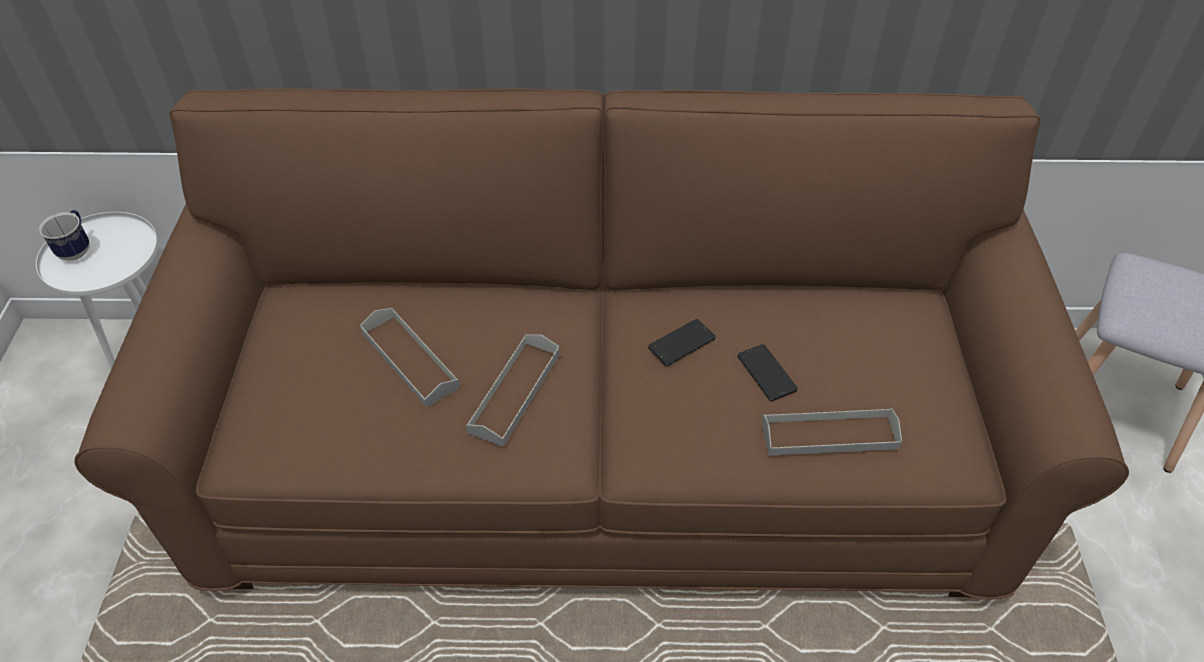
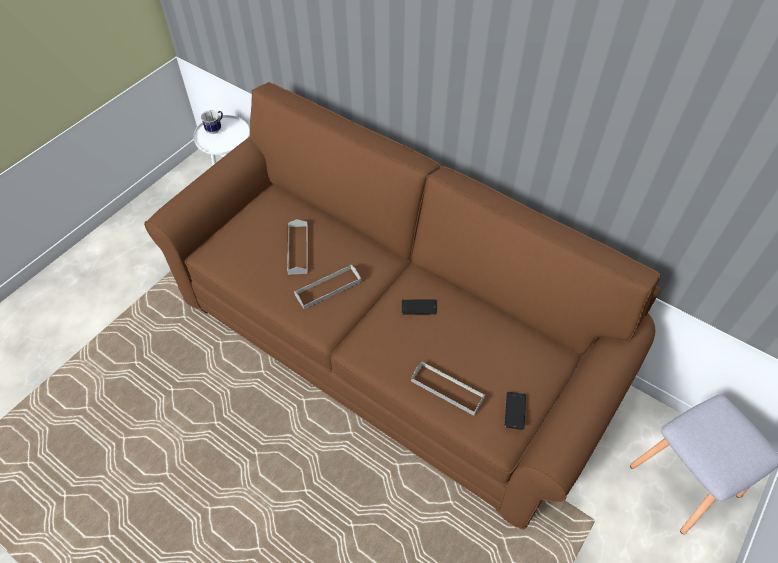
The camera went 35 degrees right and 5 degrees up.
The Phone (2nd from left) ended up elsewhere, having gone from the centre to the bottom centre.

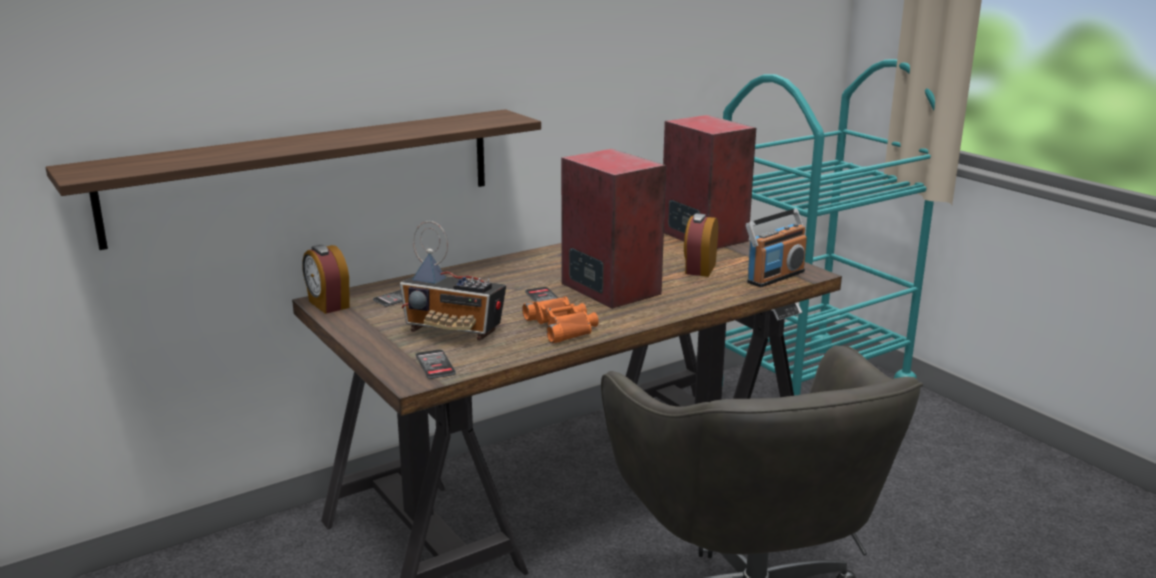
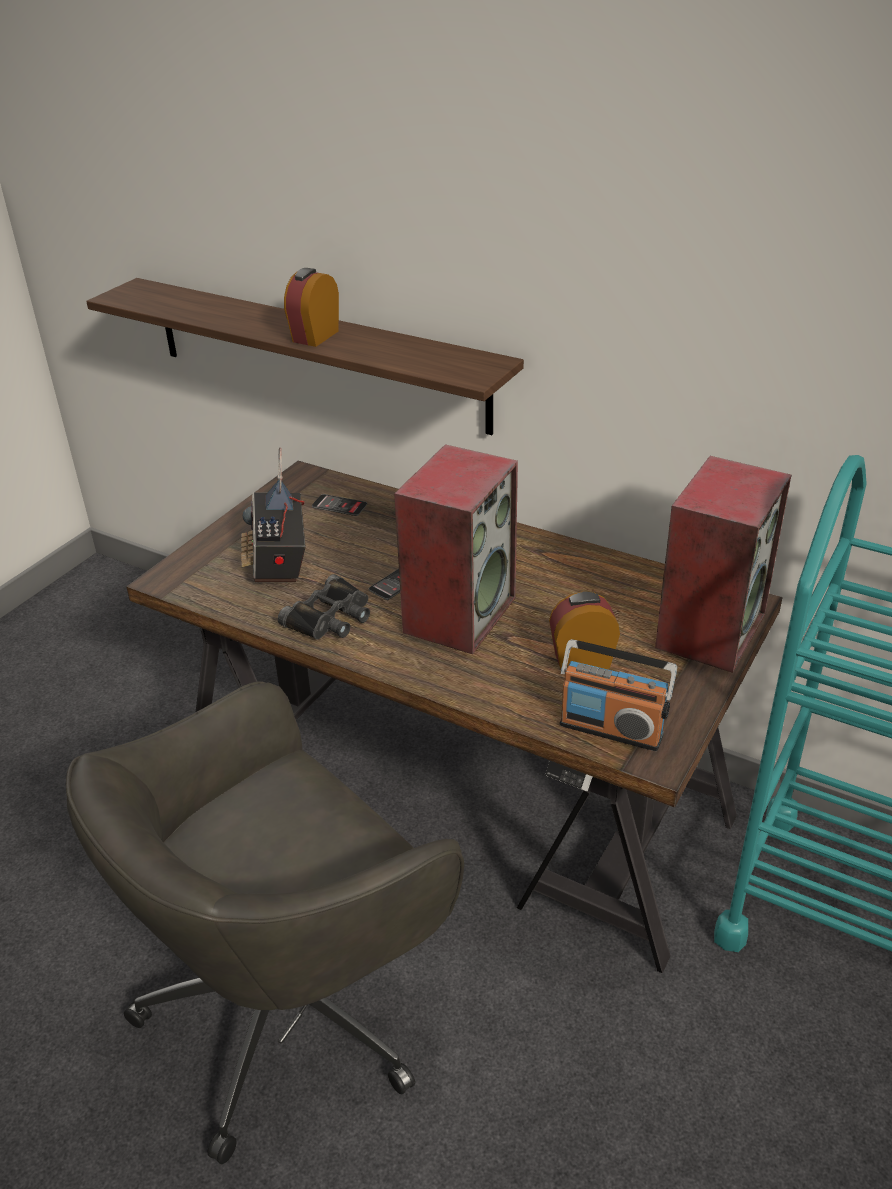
The camera went 65 degrees right and 15 degrees up.
What was the OrangeColouredBinoculars at the centre turned into the BlackBinoculars at the centre.
The BedsideClock (1st from left) ended up elsewhere, having gone from the middle left to the top centre.
The second view lost the Phone (2nd from left) at the centre.

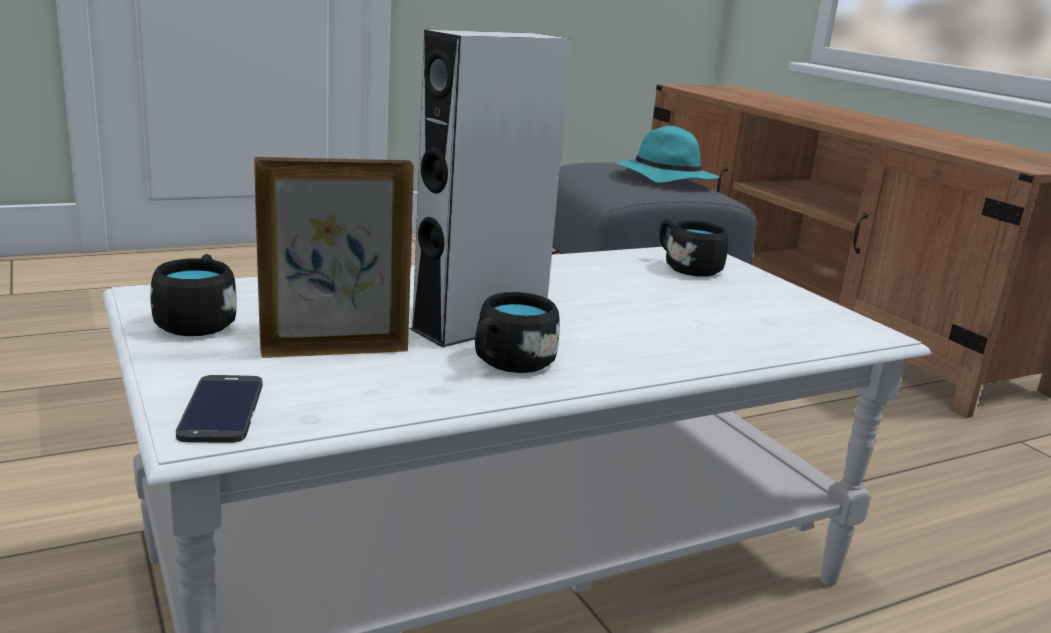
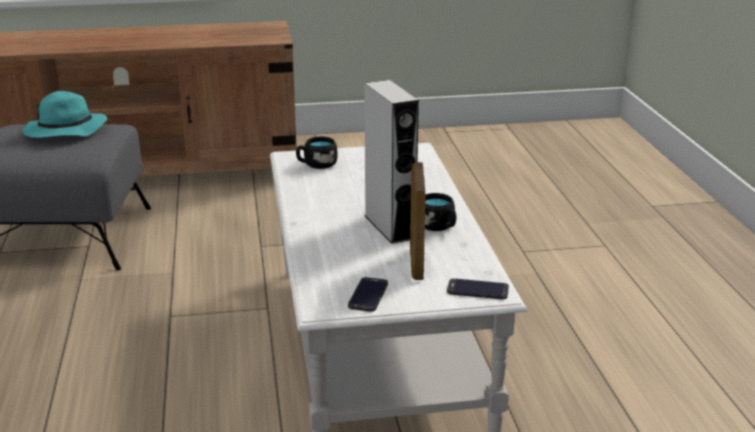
The camera went 70 degrees left and 5 degrees up.
Where the BlackMug (1st from left) stood at the middle left, the Phone (1st from left) came to stand at the bottom centre.

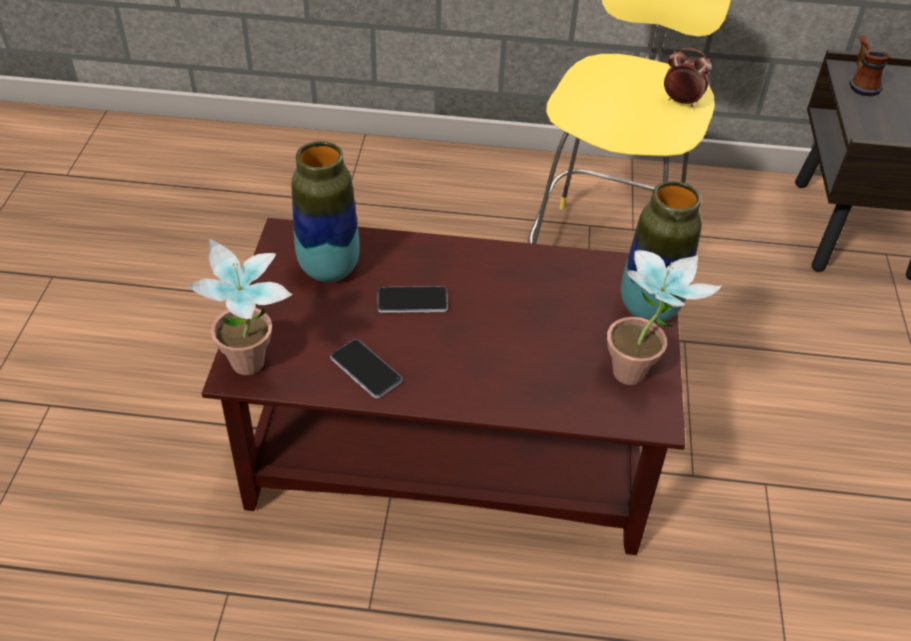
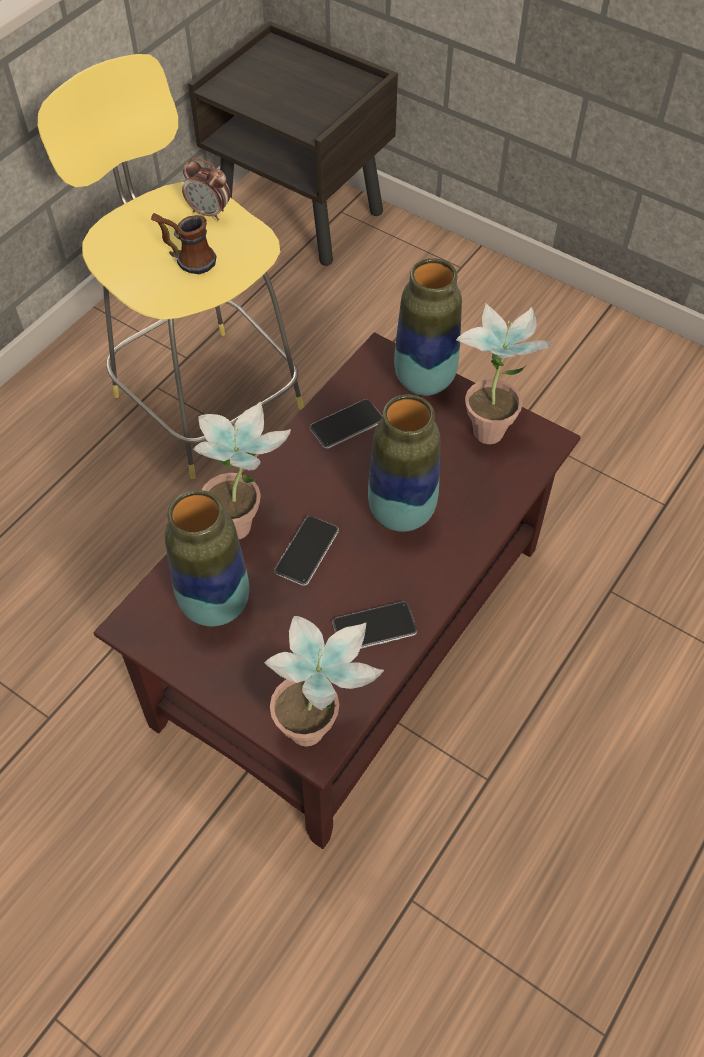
The camera went 60 degrees left and 10 degrees up.
The Mug ended up elsewhere, having gone from the top right to the top left.
The BedsideClock at the top right ended up facing another way, 120 degrees counterclockwise from before.
The second view gained the Houseplant (1st from left) at the centre.
The second view gained the Phone (2nd from left) at the centre.
The second view gained the Vase (2nd from left) at the centre.

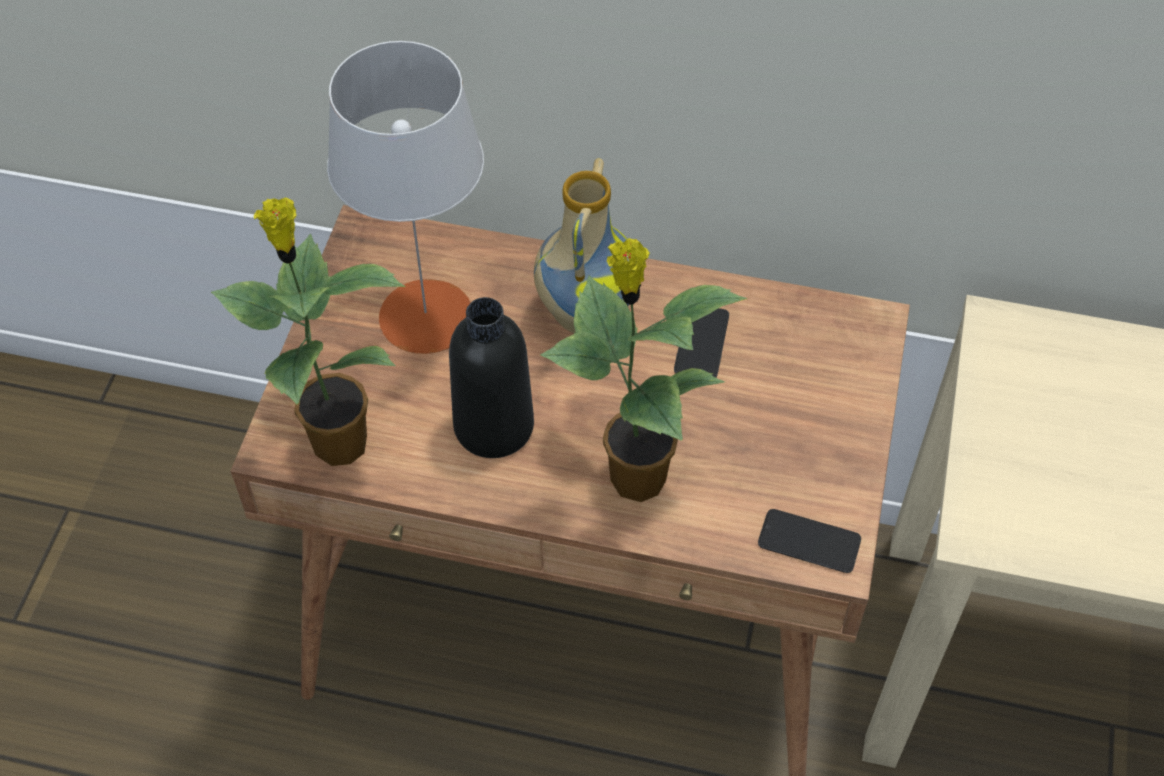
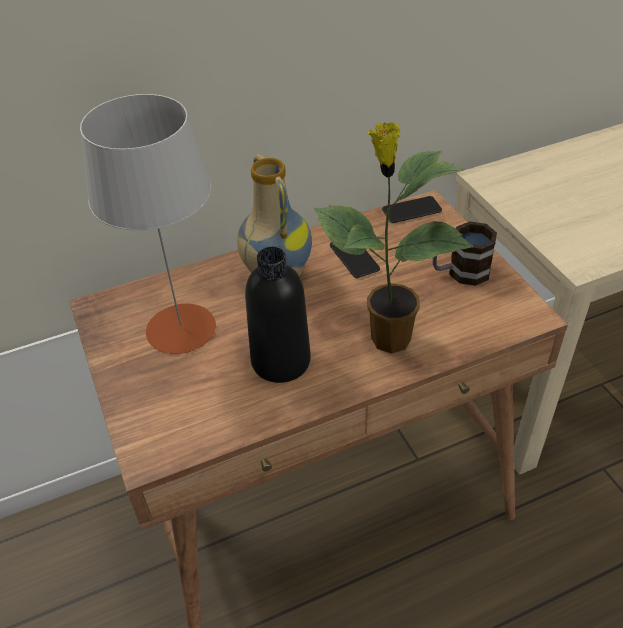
The camera went 35 degrees left and 10 degrees down.
The Phone (2nd from left) ended up elsewhere, having gone from the bottom right to the top centre.
The second view gained the Mug at the middle right.
The second view lost the Houseplant (1st from left) at the middle left.

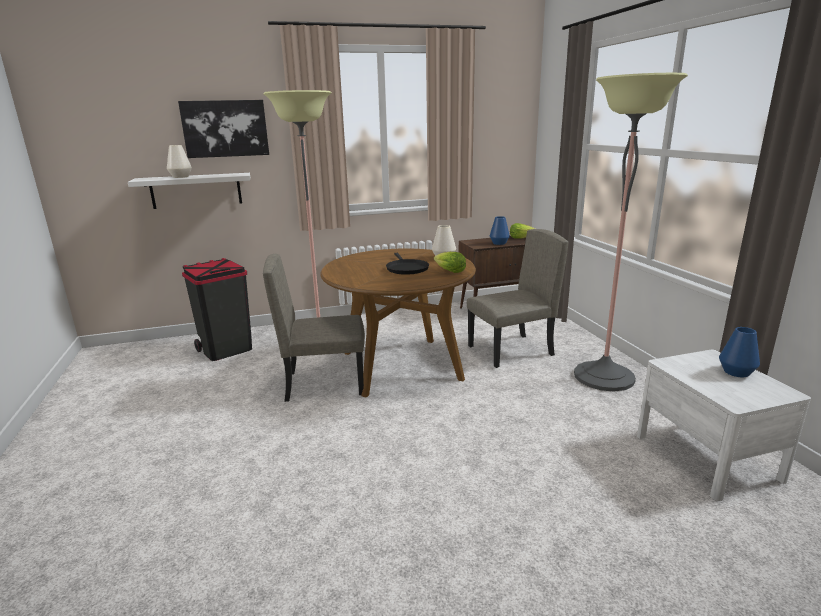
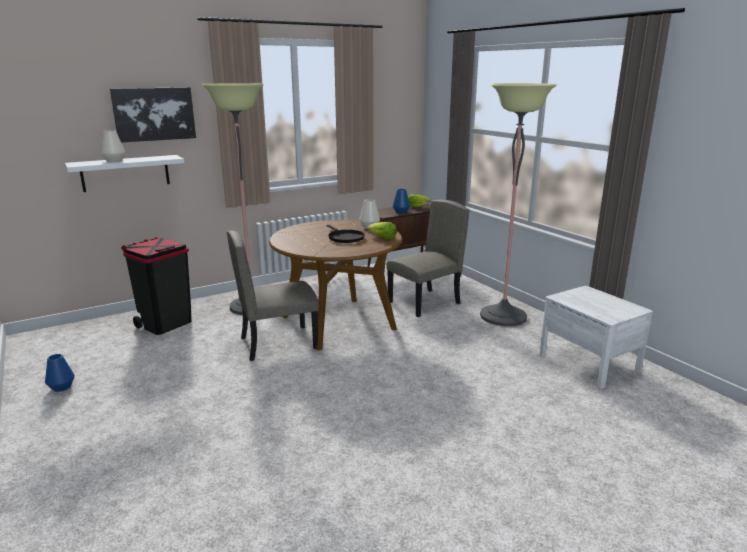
The camera went 15 degrees left and 0 degrees up.
The BluishVase (2nd from left in the first image) ended up elsewhere, having gone from the middle right to the bottom left.

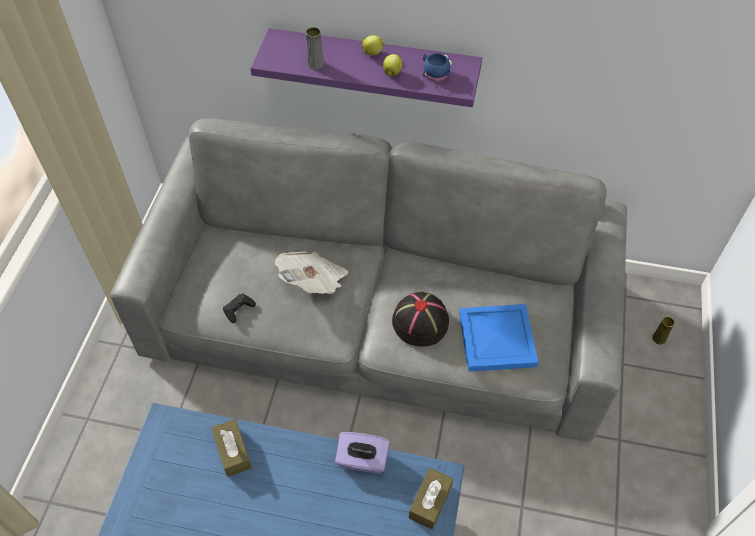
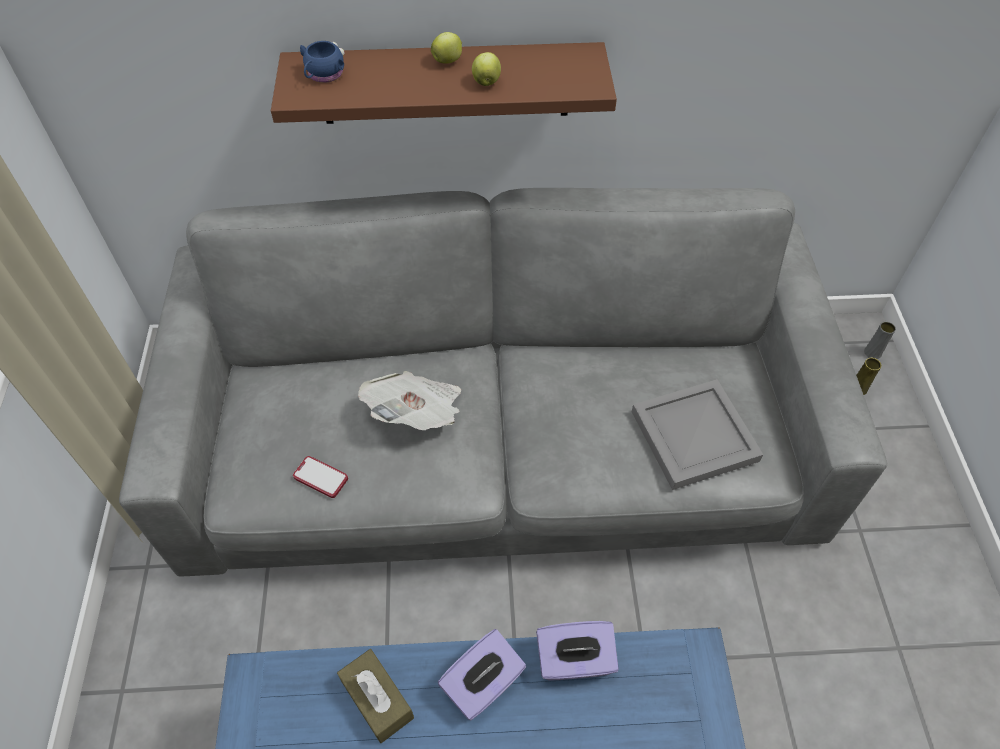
The camera went 15 degrees left and 0 degrees up.
What was the PurplishBracketShelf at the top centre turned into the BrownishBracketShelf at the top centre.
Where the BlackGameController stood at the middle left, the Phone came to stand at the middle left.
The BluishMug ended up elsewhere, having gone from the top centre to the top left.
The second view gained the PurplishTissueBox (1st from left) at the bottom centre.
What was the BluishTray at the centre turned into the GreyTray at the middle right.
The GreyVase ended up elsewhere, having gone from the top centre to the middle right.
The second view lost the BlackWearableHat at the centre.
The second view lost the BrownishTissueBox (2nd from left) at the bottom centre.

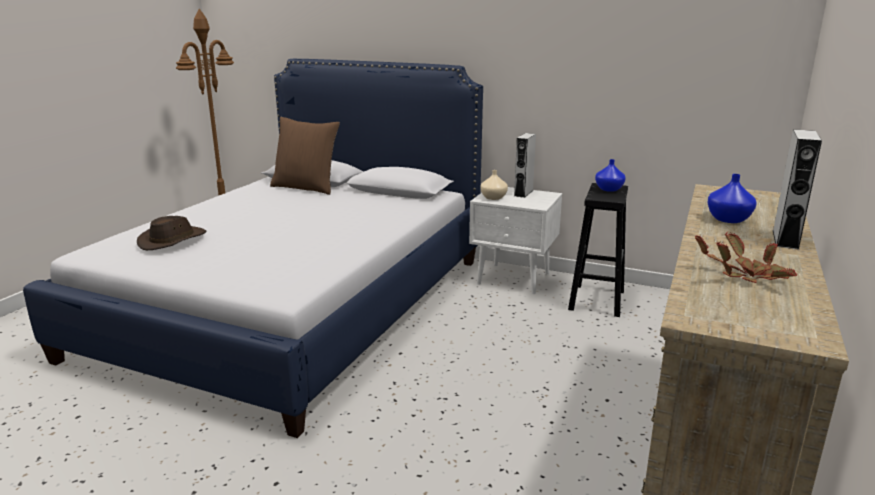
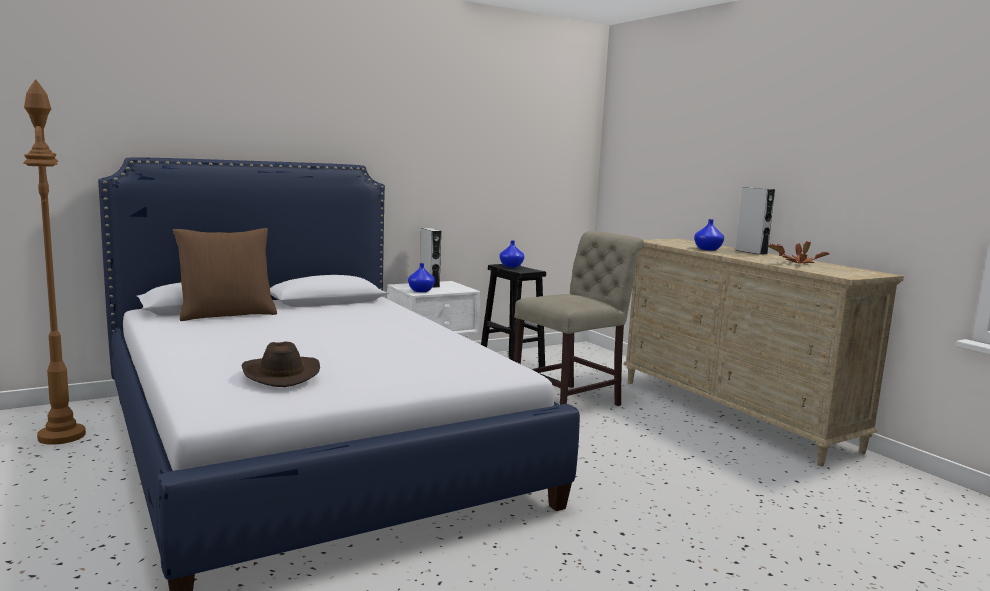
The camera went 55 degrees left and 10 degrees down.
What was the SandColouredVase at the centre turned into the BluishVase (1st from left) at the centre.
The second view gained the SandColouredUprightChair at the centre.

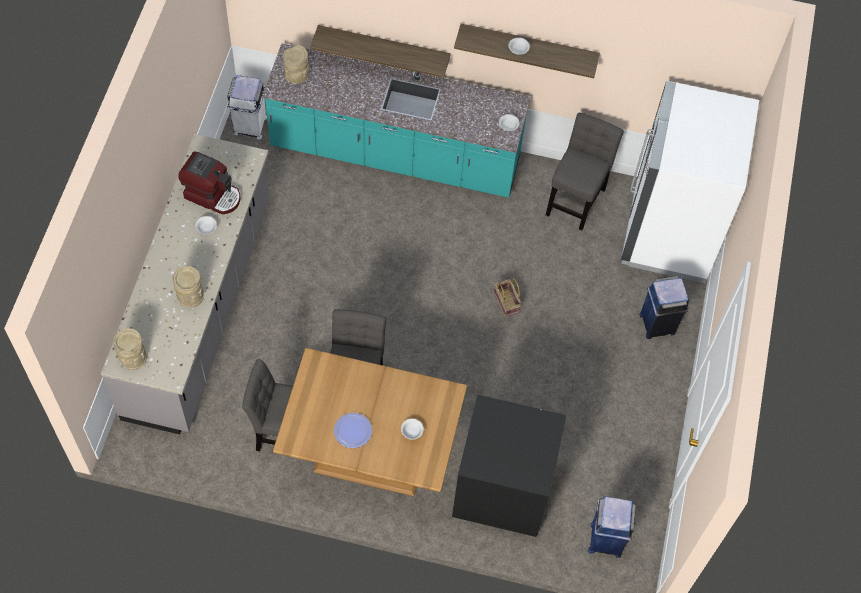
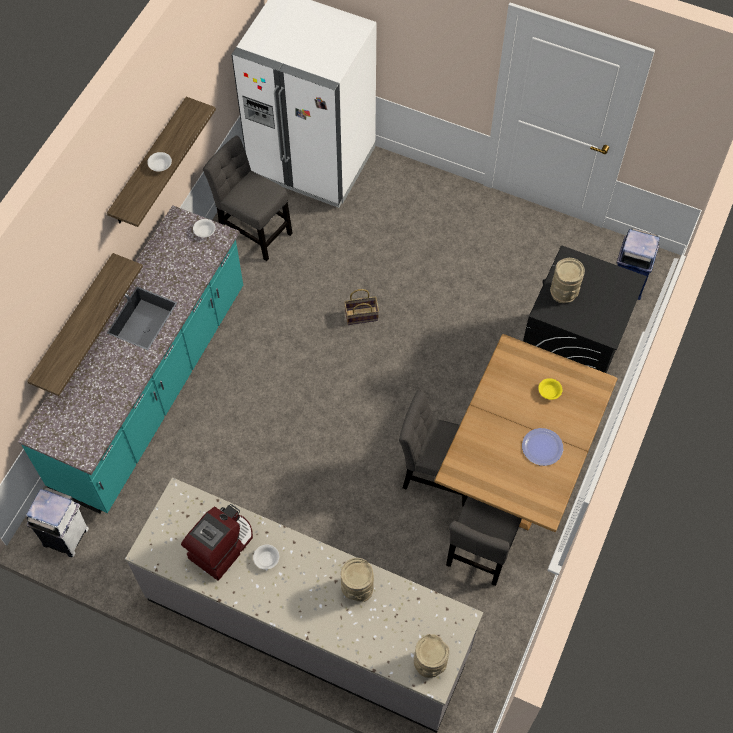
The camera went 75 degrees left and 0 degrees up.
What was the WhitishServingBowl (2nd from left) at the bottom centre turned into the YellowColouredServingBowl at the middle right.
The SandColouredVase (3rd from left) ended up elsewhere, having gone from the top centre to the middle right.
The second view lost the BluishWasteBin (2nd from left) at the middle right.

